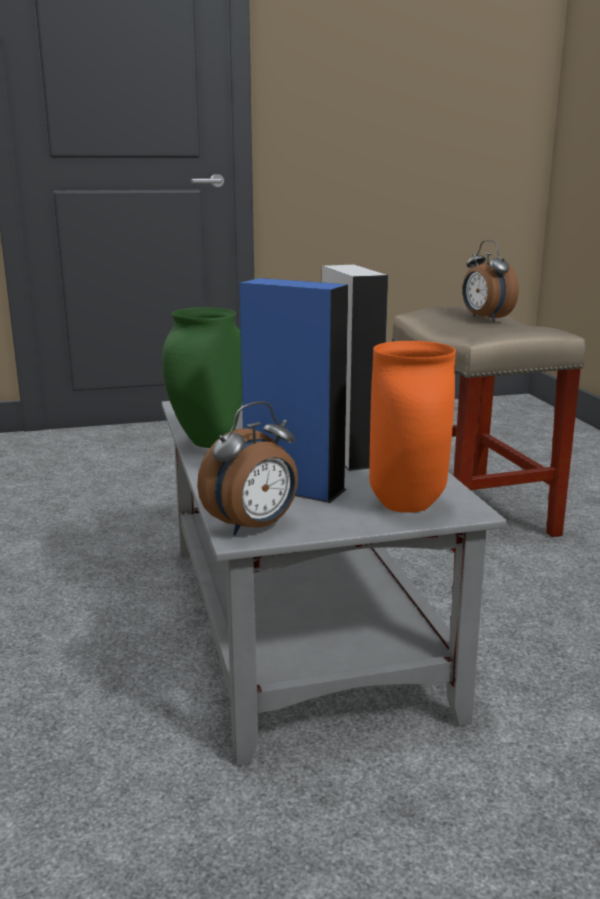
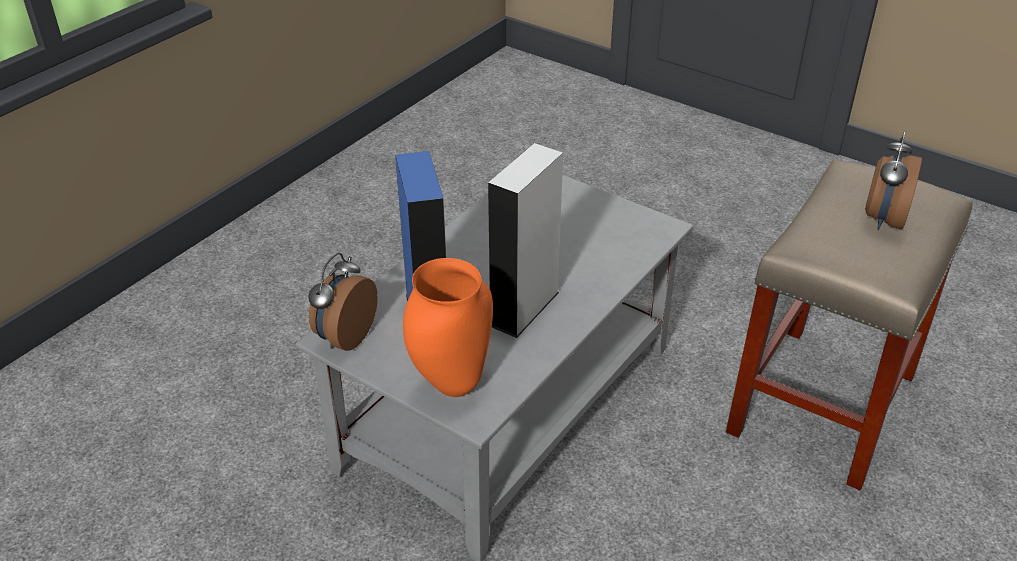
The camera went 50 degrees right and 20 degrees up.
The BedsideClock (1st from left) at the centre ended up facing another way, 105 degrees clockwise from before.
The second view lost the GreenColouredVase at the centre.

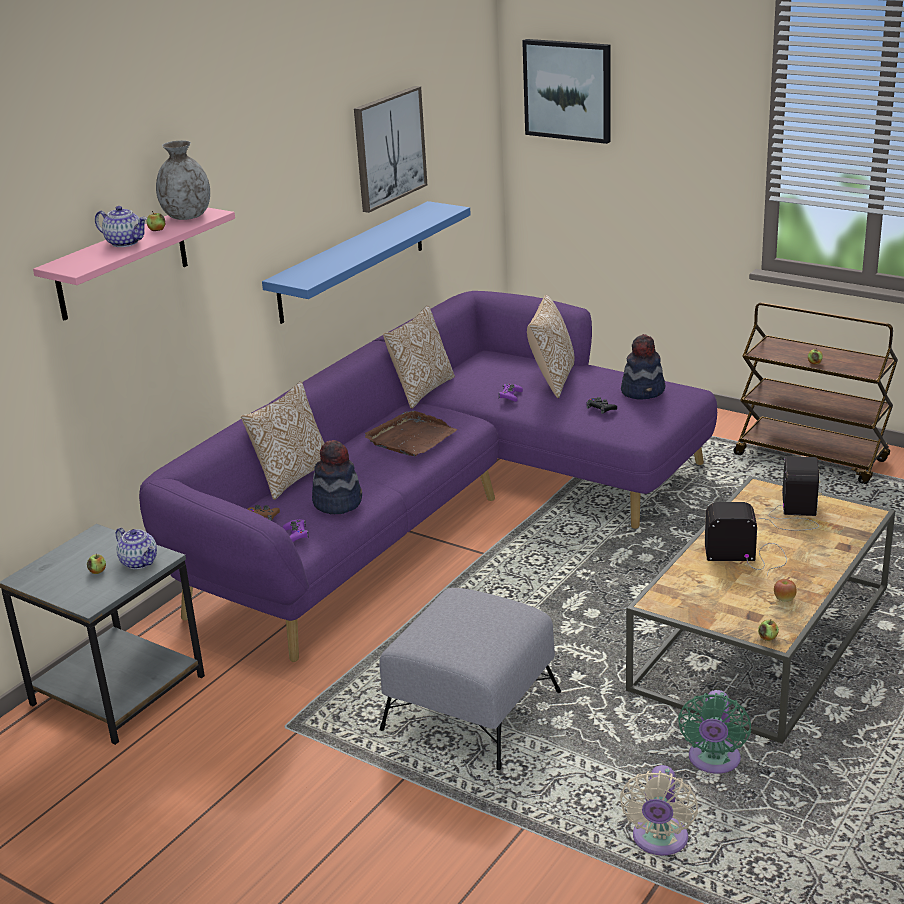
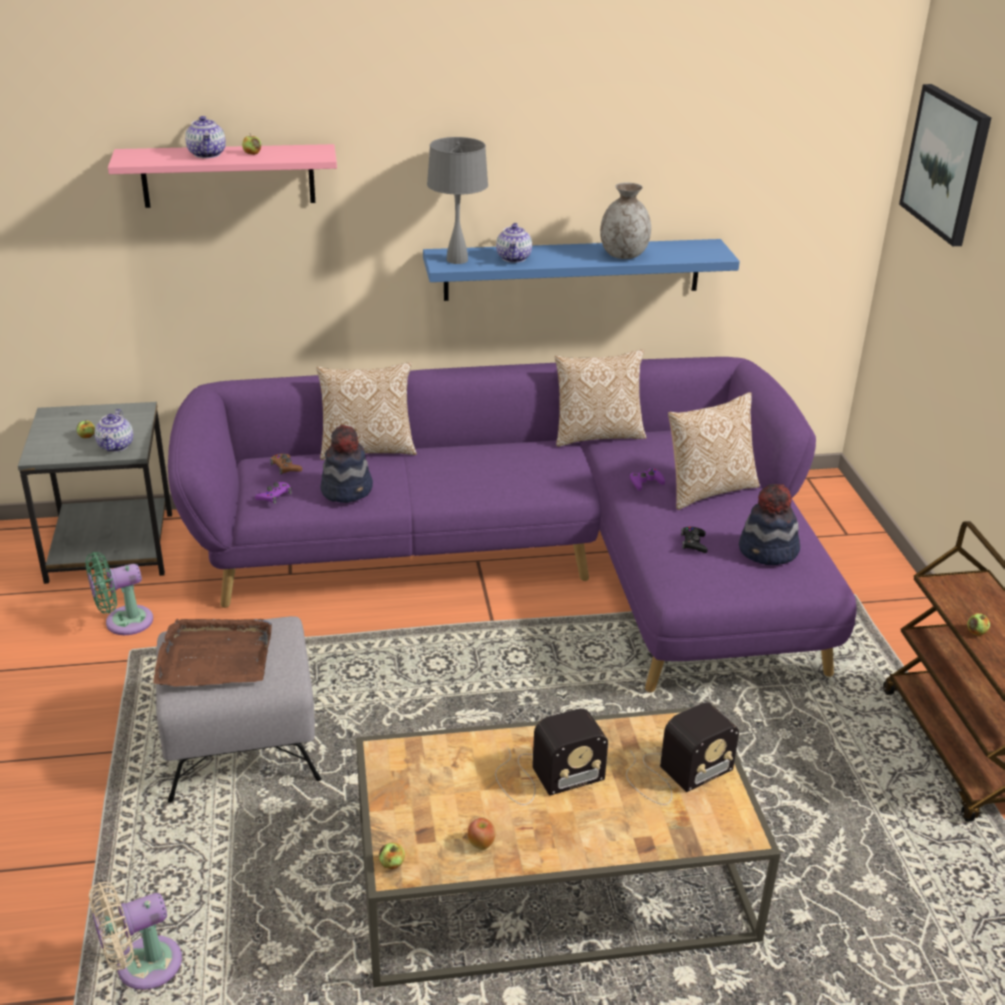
The camera went 45 degrees right and 5 degrees up.
The GreenColouredCoolingFan ended up elsewhere, having gone from the bottom right to the middle left.
The BrownishTray ended up elsewhere, having gone from the centre to the middle left.
The second view gained the GreyLampForATable at the top centre.
The RadioReceiver (1st from left) at the middle right ended up facing another way, 105 degrees clockwise from before.
The second view gained the TeaPot (3rd from left) at the top centre.
The GreyVase ended up elsewhere, having gone from the top left to the top centre.
The second view lost the WallPicture (1st from left) at the top centre.

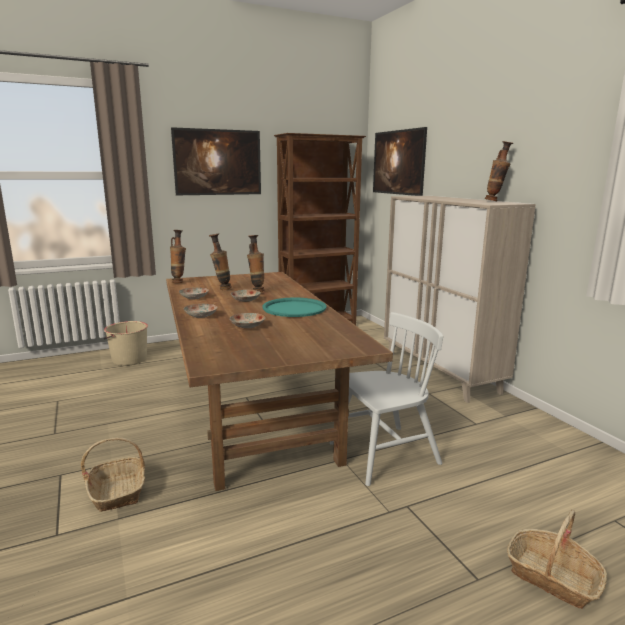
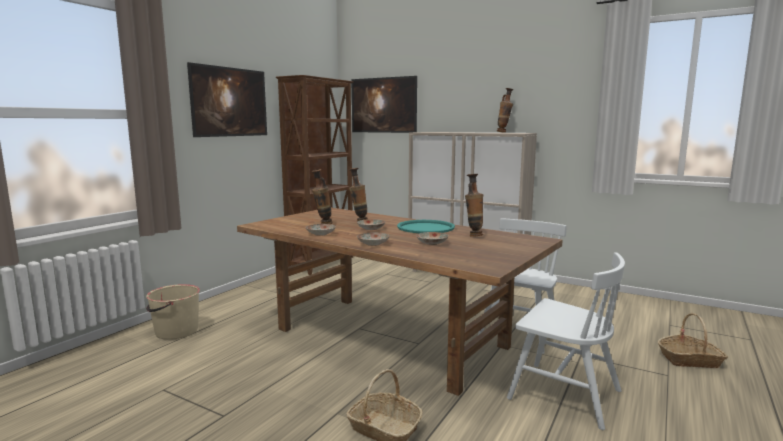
The camera went 35 degrees left and 5 degrees down.
The Vase (1st from left in the first image) ended up elsewhere, having gone from the middle left to the centre.
The second view gained the WhitishUprightChair (2nd from left) at the bottom right.

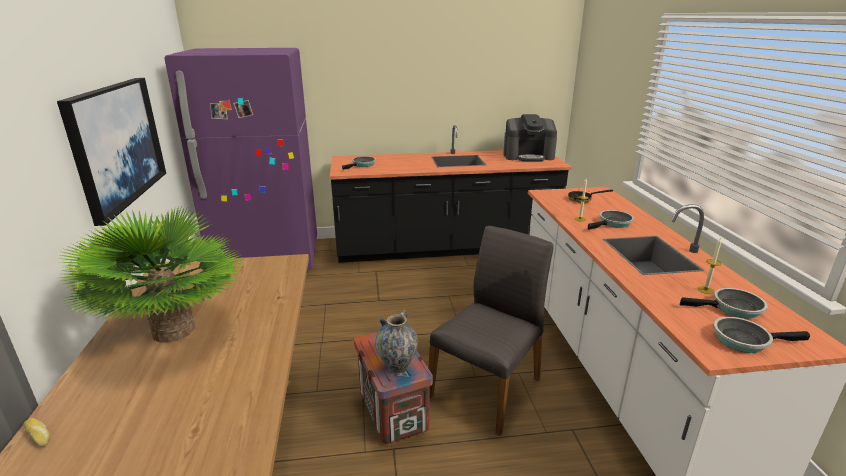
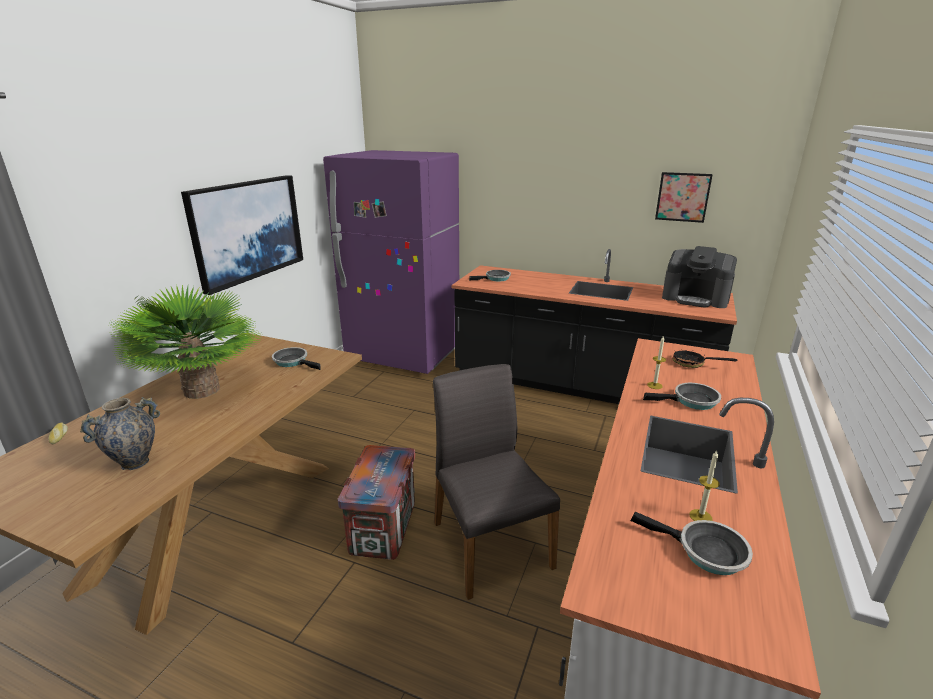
The camera went 30 degrees right and 0 degrees up.
The Vase ended up elsewhere, having gone from the bottom centre to the middle left.
The FryingPan (5th from left in the first image) ended up elsewhere, having gone from the bottom right to the middle left.
The GreyUprightChair at the bottom centre ended up facing another way, 90 degrees counterclockwise from before.
The second view gained the WallPicture (2nd from left) at the top right.

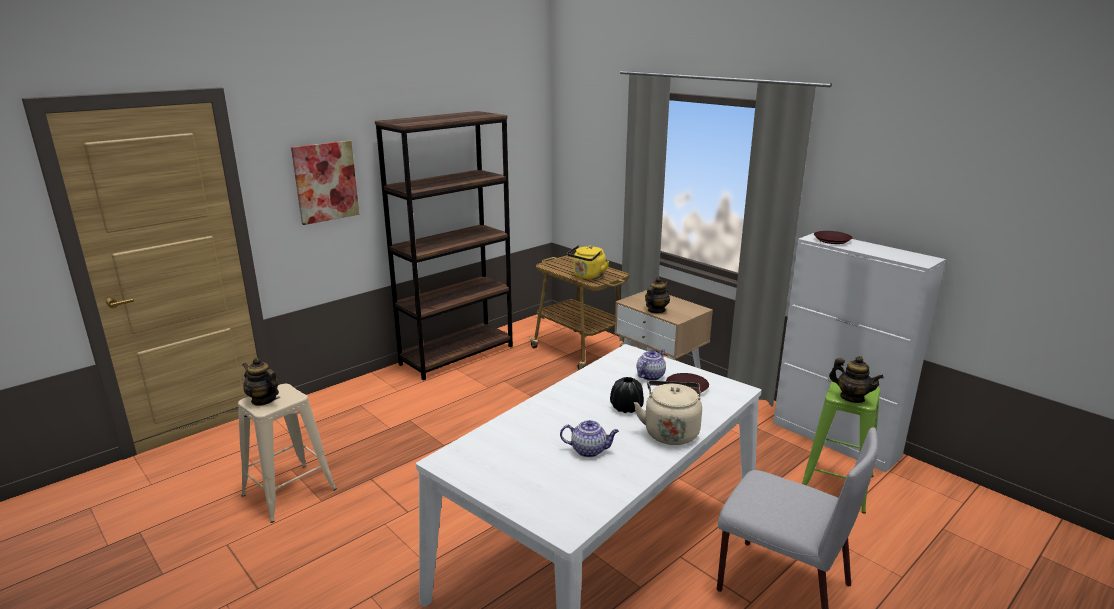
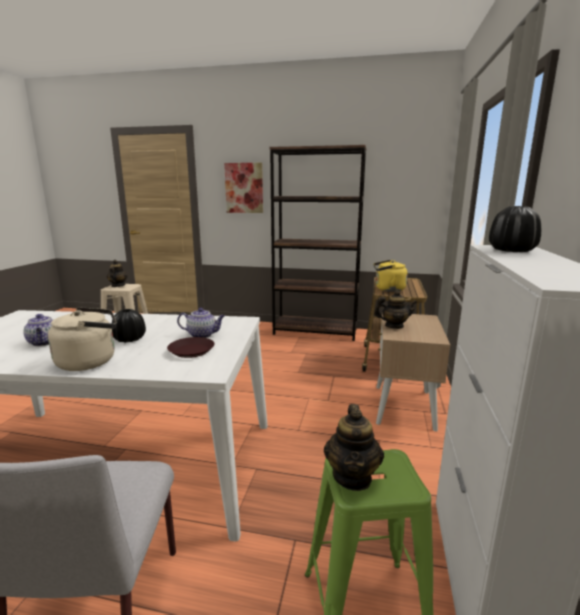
The camera went 55 degrees right and 5 degrees down.
Where the BrownishFlatDish (2nd from left) stood at the middle right, the BlackVase (2nd from left) came to stand at the middle right.

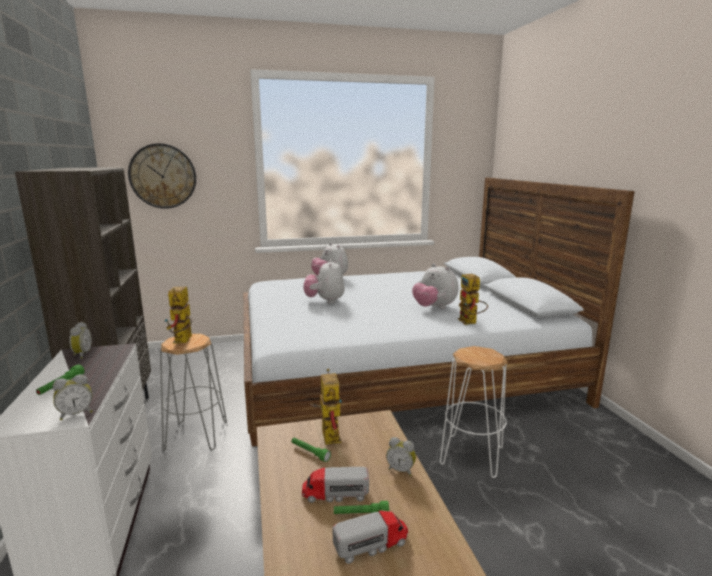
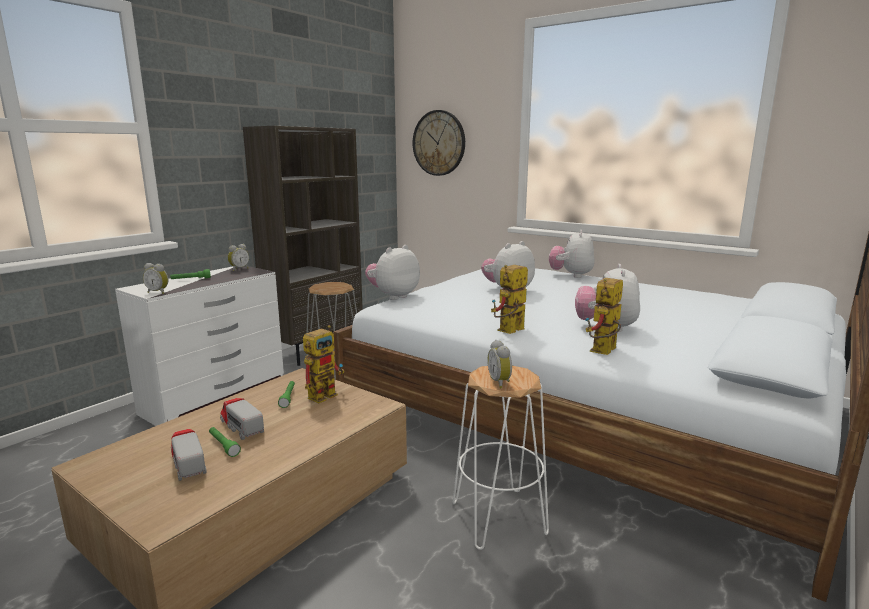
The camera went 50 degrees right and 0 degrees up.
The ToyTruck (2nd from left in the first image) at the bottom centre ended up facing another way, 150 degrees counterclockwise from before.
The second view gained the SoftToy (1st from left) at the centre.
The BedsideClock (3rd from left) ended up elsewhere, having gone from the bottom centre to the centre.
The RobotFigure (1st from left in the first image) ended up elsewhere, having gone from the middle left to the centre.

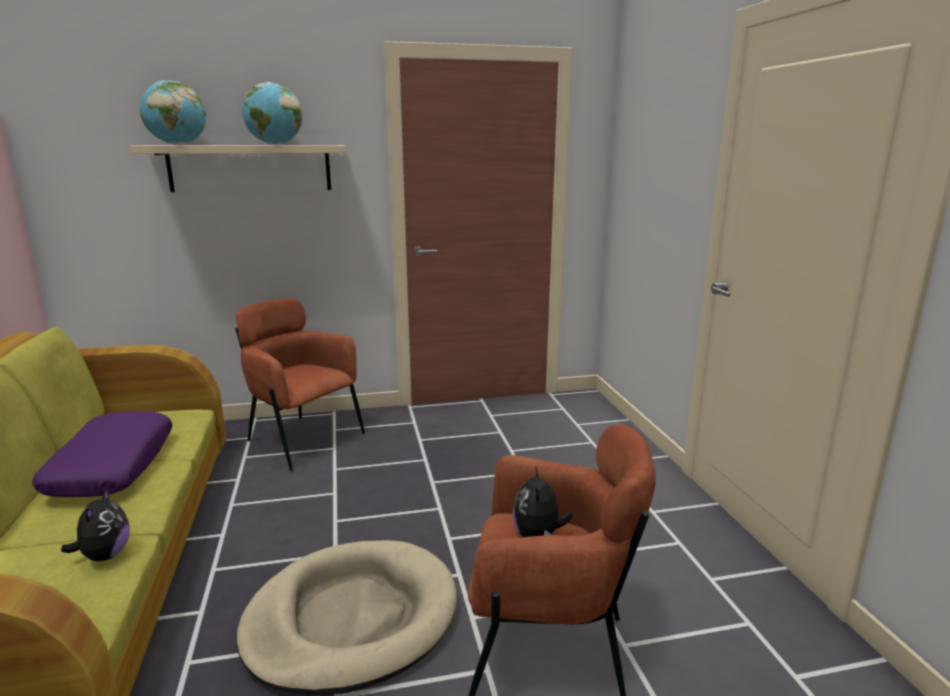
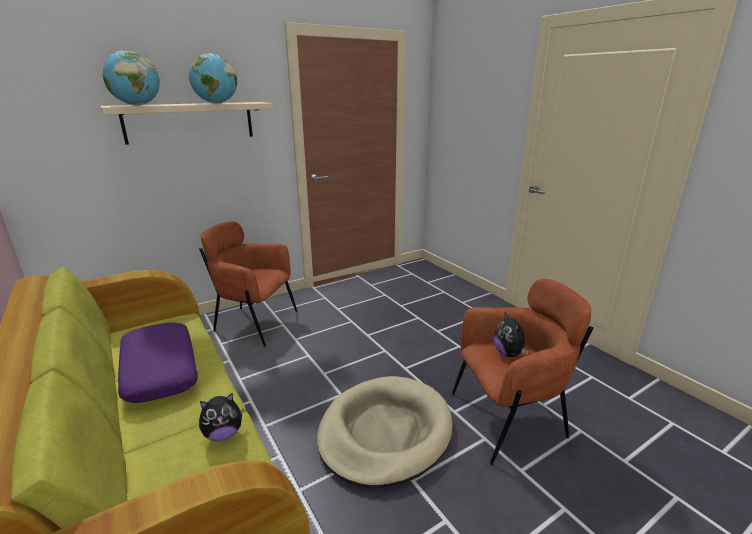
The camera went 20 degrees left and 5 degrees up.
The SoftToy (1st from left) at the bottom left ended up facing another way, 90 degrees clockwise from before.

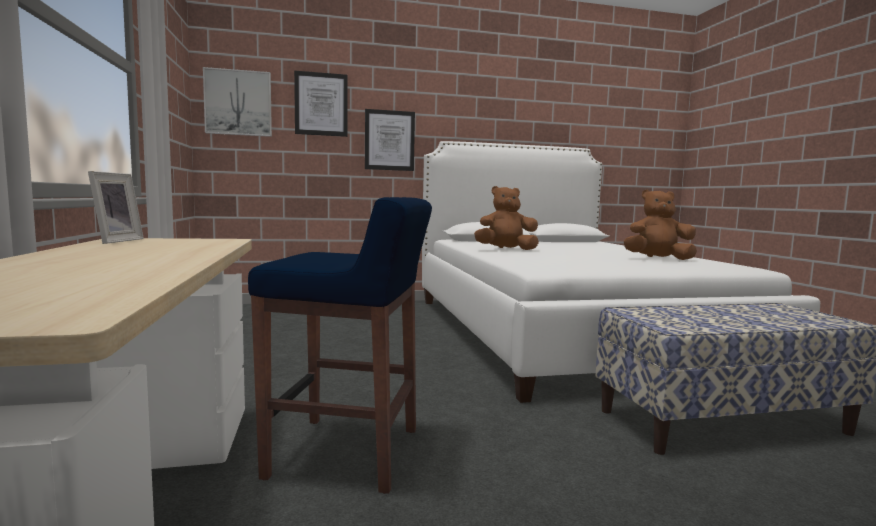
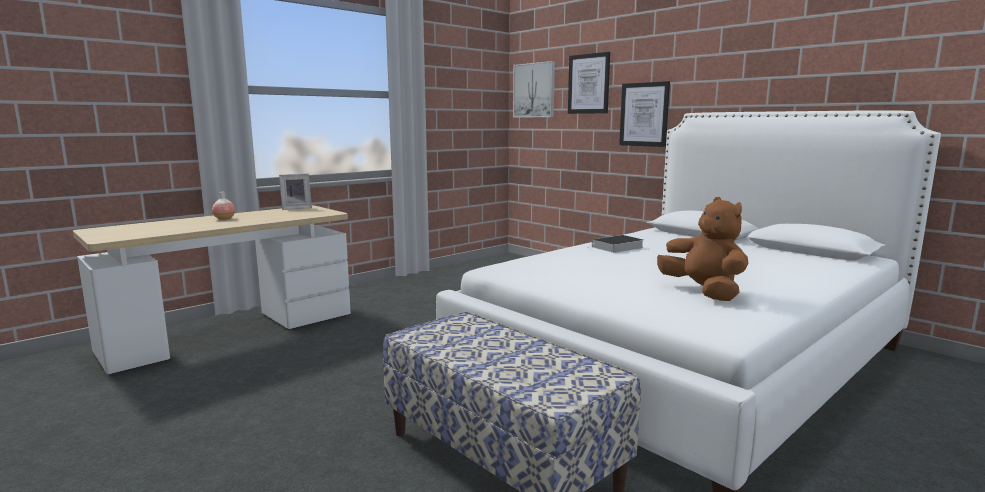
The camera went 60 degrees right and 5 degrees up.
The second view gained the Vase at the middle left.
Where the BrownishSoftToy (1st from left) stood at the centre, the Volume came to stand at the centre.
The second view lost the BluishStool at the centre.

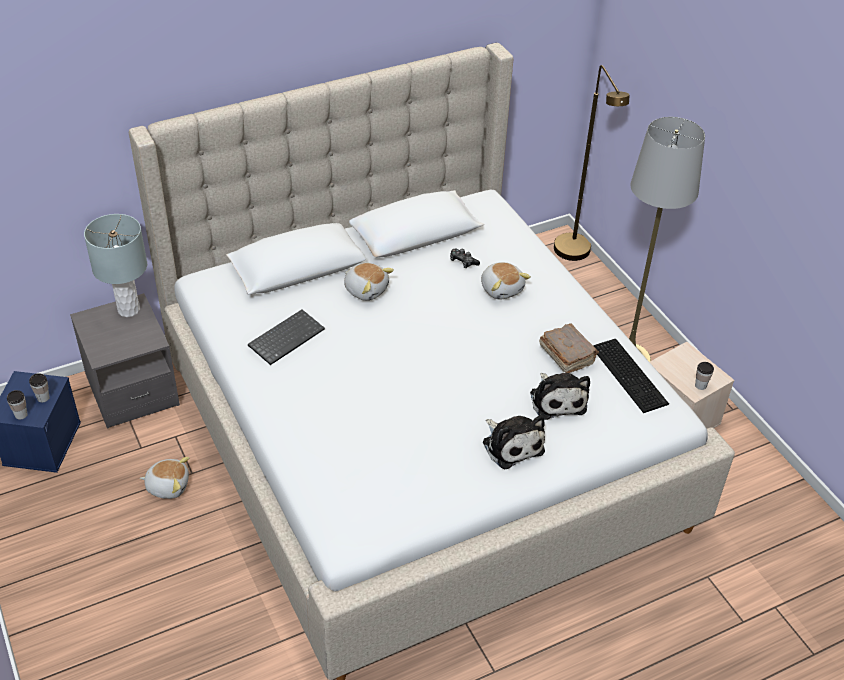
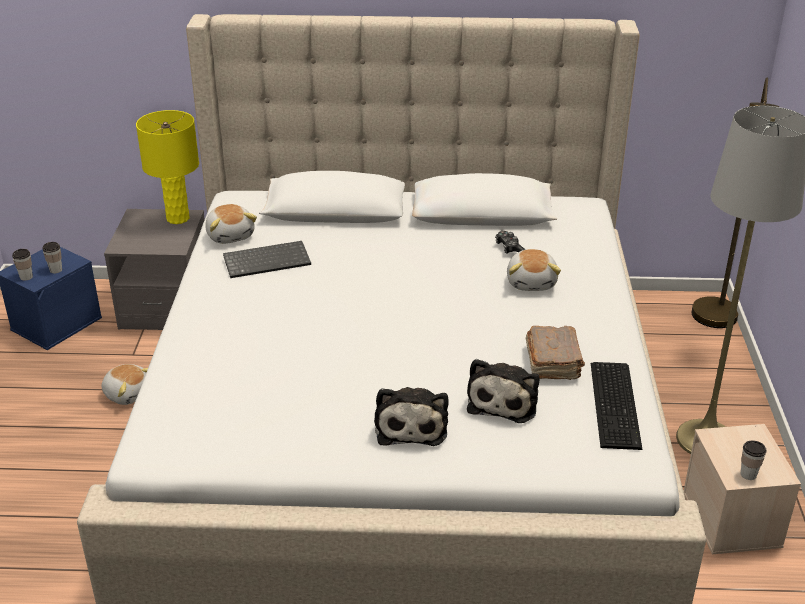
The camera went 30 degrees right and 10 degrees down.
What was the GreyLampForATable at the middle left turned into the YellowColouredLampForATable at the top left.
The SoftToy (2nd from left) ended up elsewhere, having gone from the centre to the middle left.

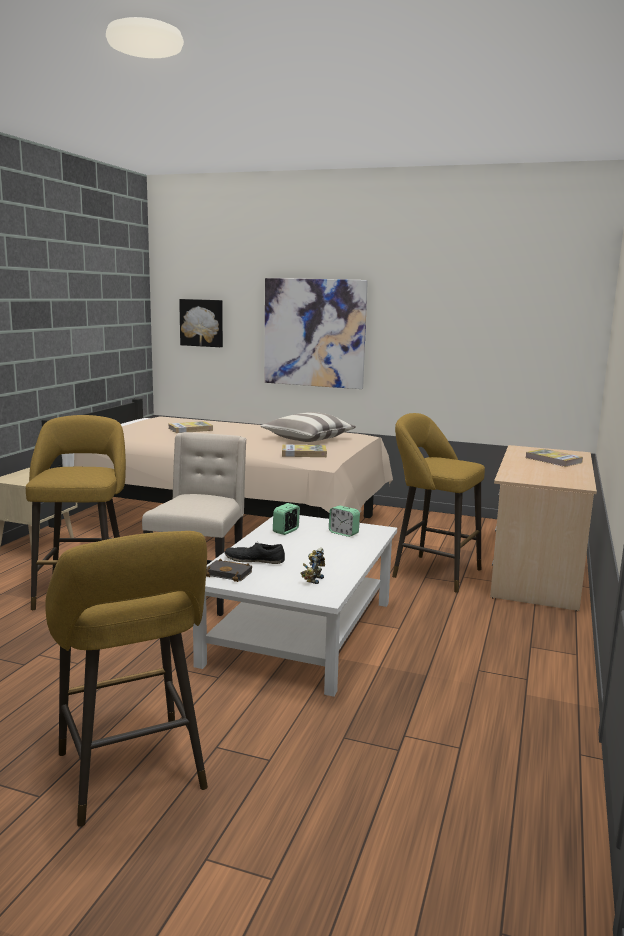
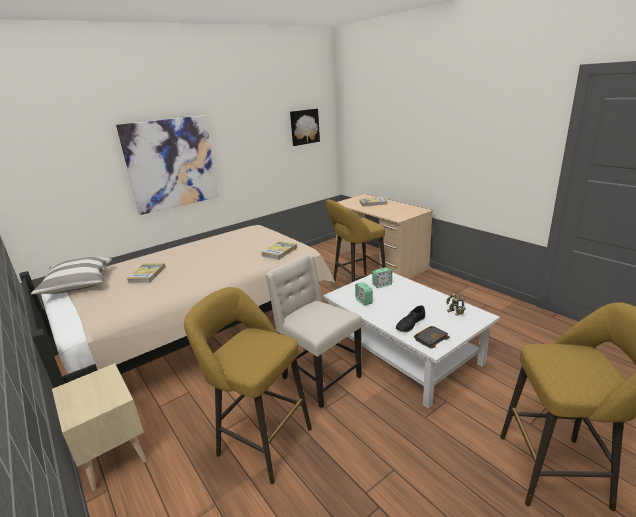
The camera went 55 degrees left and 10 degrees up.
The Pillow ended up elsewhere, having gone from the centre to the middle left.
The WallPicture (1st from left in the first image) ended up elsewhere, having gone from the middle left to the top centre.

